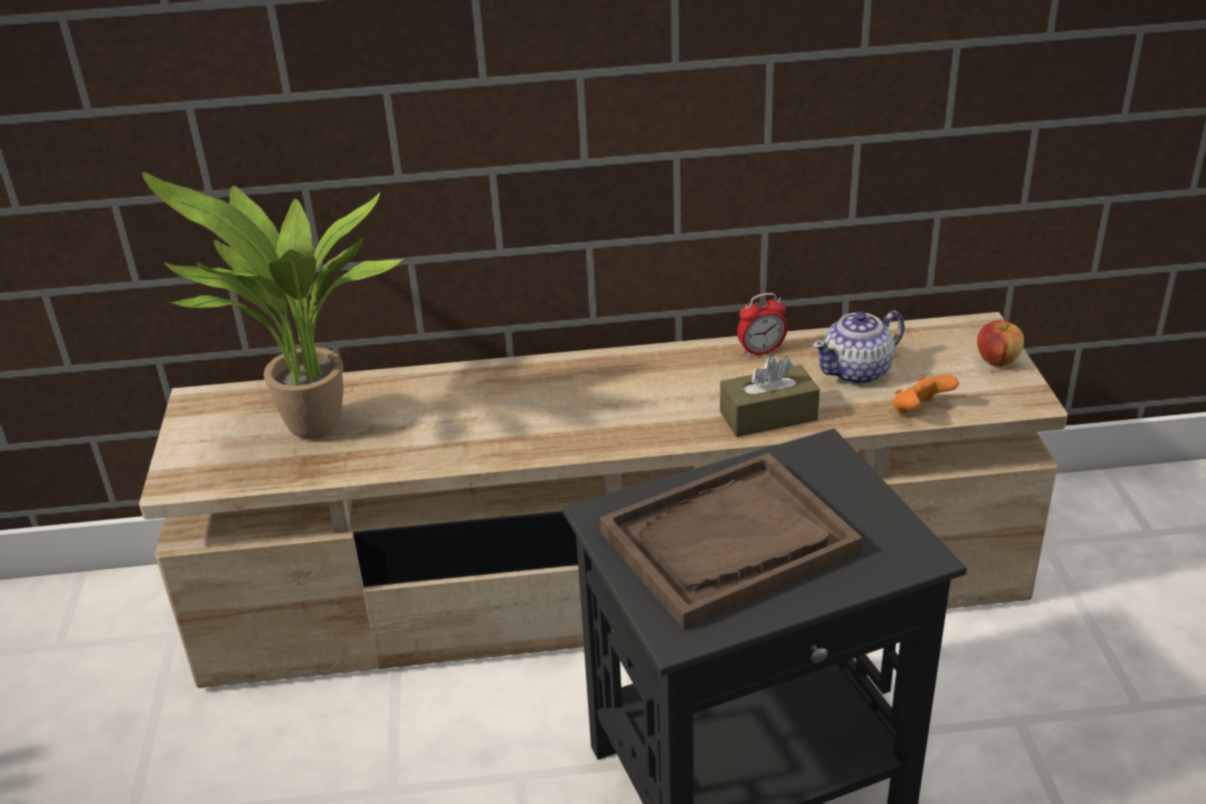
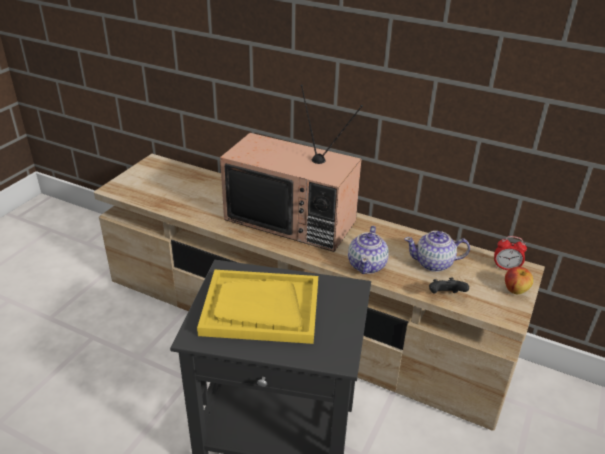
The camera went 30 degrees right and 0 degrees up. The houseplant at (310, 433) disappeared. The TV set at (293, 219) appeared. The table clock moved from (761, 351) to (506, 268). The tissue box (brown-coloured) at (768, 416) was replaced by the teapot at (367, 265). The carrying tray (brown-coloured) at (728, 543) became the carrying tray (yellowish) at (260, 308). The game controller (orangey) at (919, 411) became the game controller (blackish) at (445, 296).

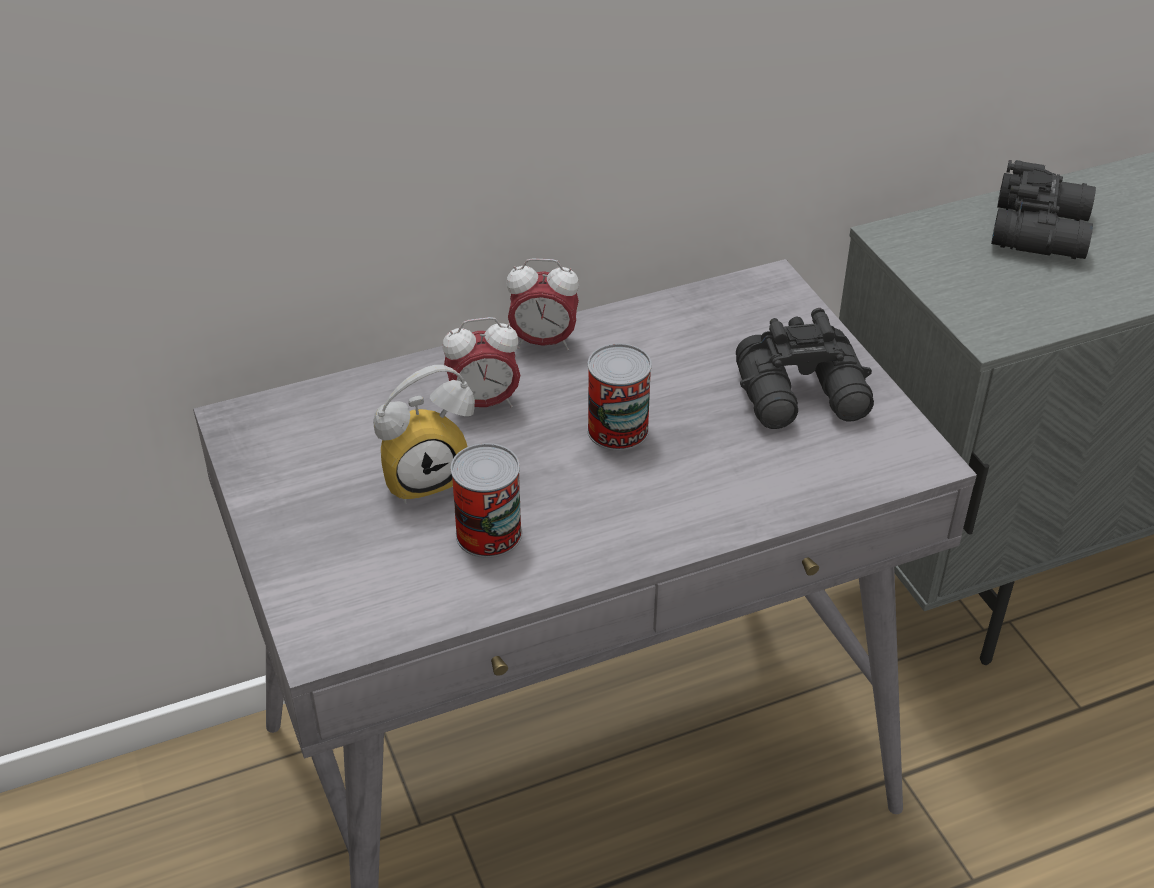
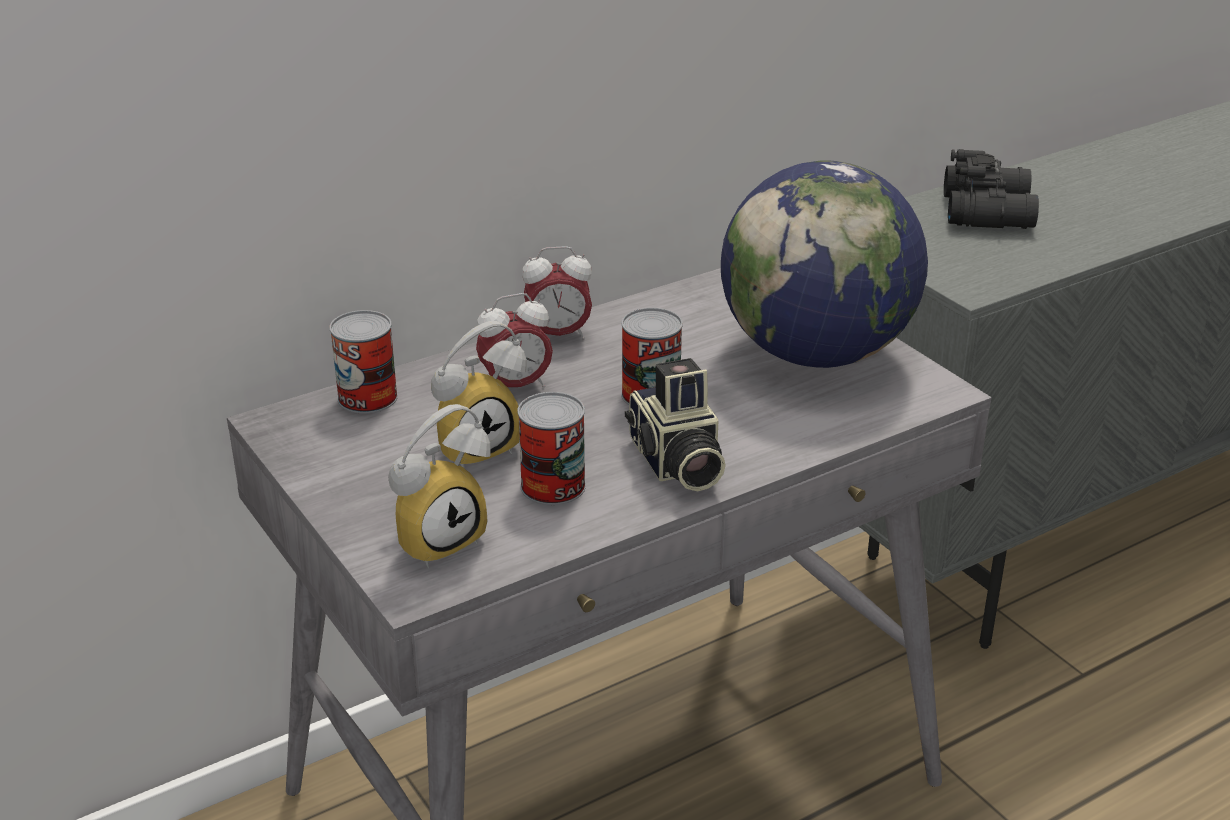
The camera went 10 degrees left and 10 degrees down. The sealed can at (367, 397) appeared. The table clock at (438, 538) appeared. The still camera at (675, 464) appeared. The pair of binoculars (blackish) at (804, 396) was replaced by the globe at (816, 353).

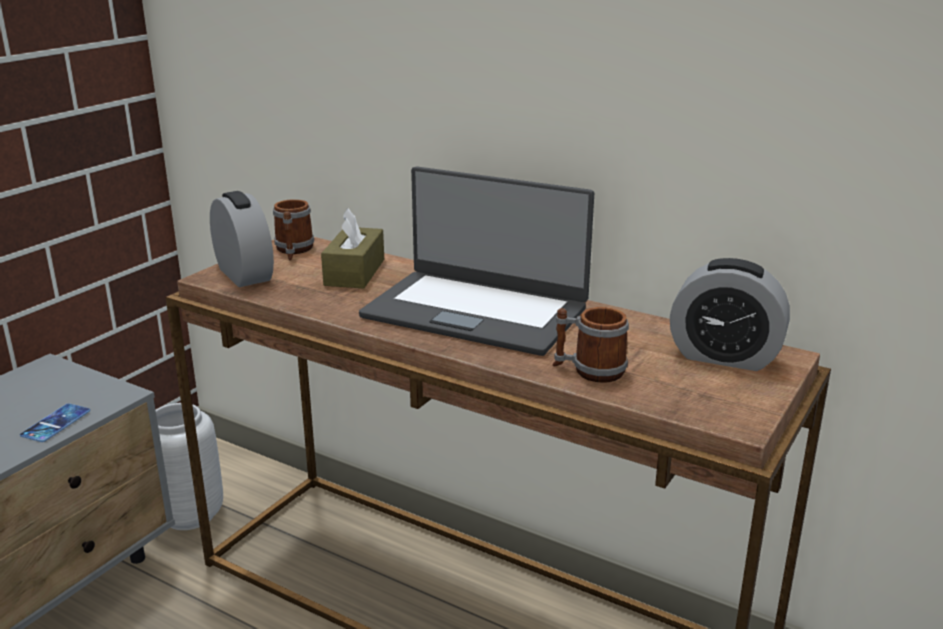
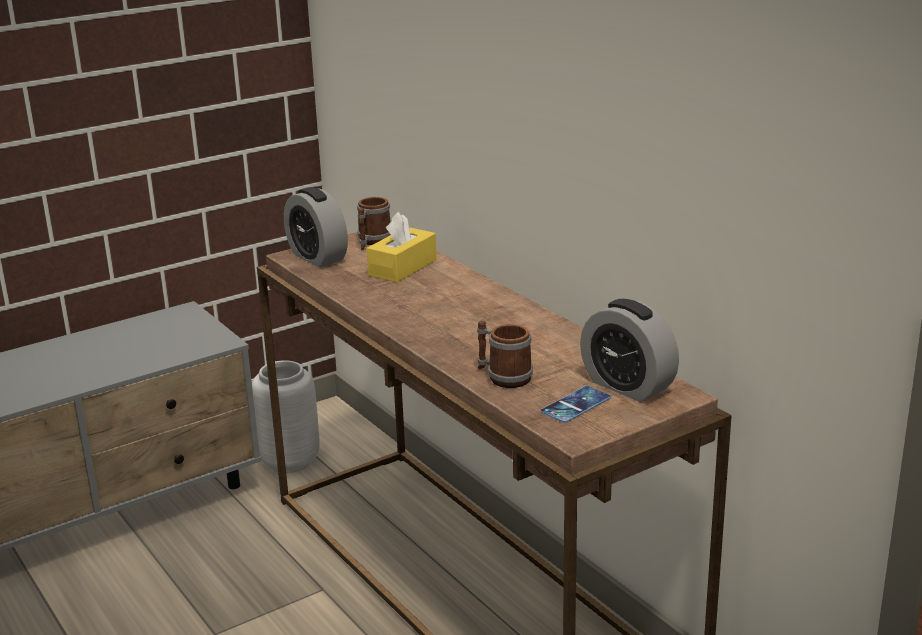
The camera went 25 degrees right and 0 degrees up. The laptop at (476, 311) disappeared. The phone moved from (56, 423) to (576, 405). The tissue box (brown-coloured) at (354, 272) became the tissue box (yellowish) at (402, 268). The table clock at (244, 274) turned 150 degrees clockwise.

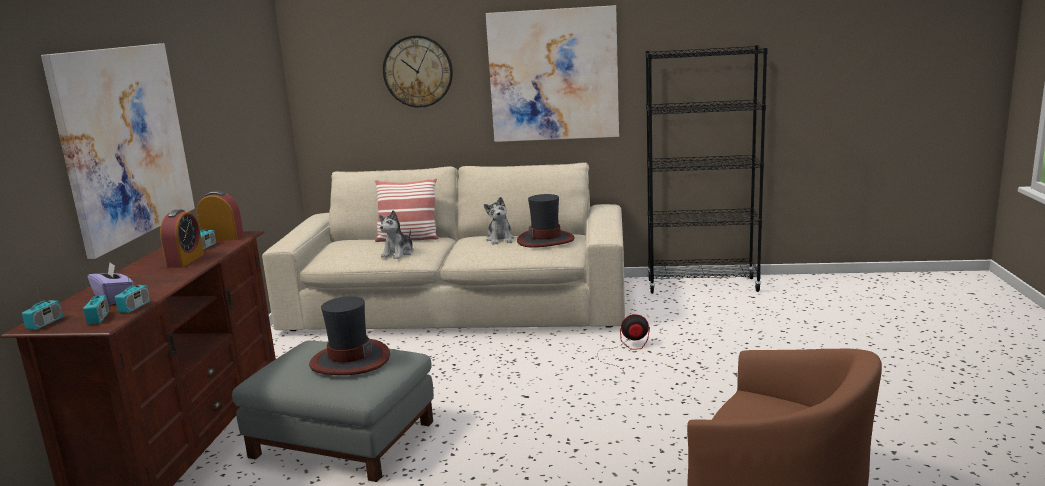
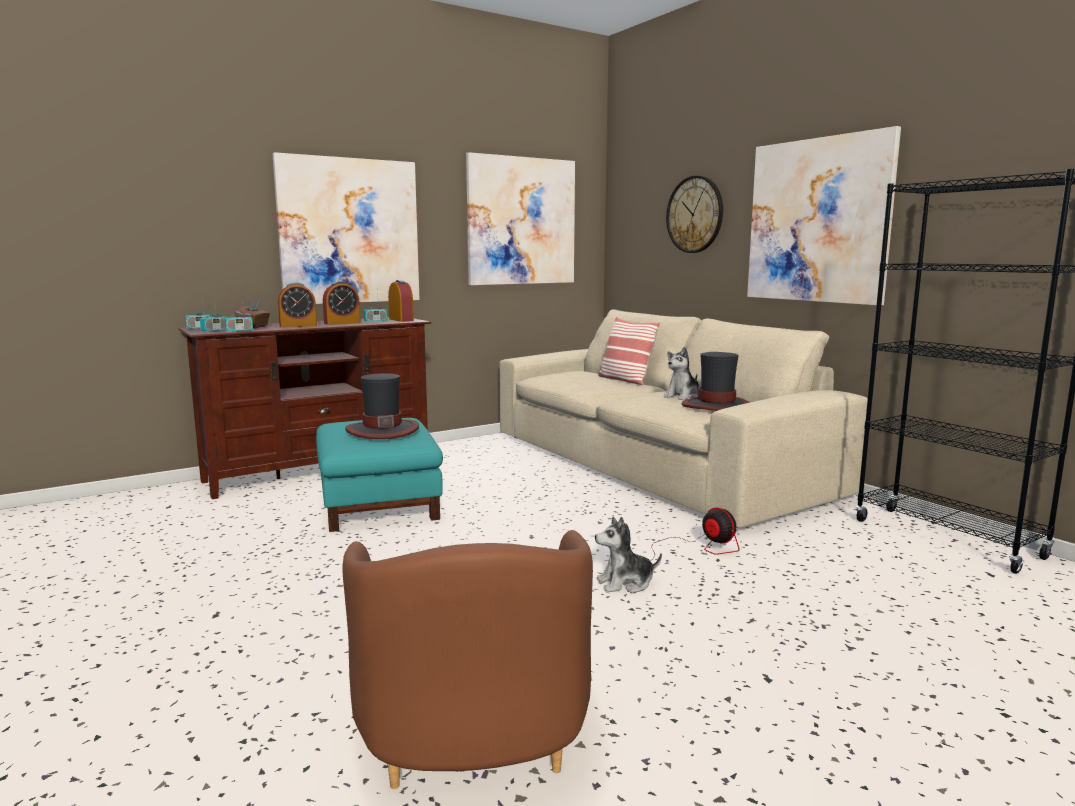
The camera went 50 degrees right and 5 degrees down. The table clock at (298, 326) appeared. The wall picture at (521, 221) appeared. The soft toy moved from (398, 253) to (625, 583). The tissue box (purplish) at (114, 298) became the tissue box (brown-coloured) at (254, 327). The pouffe (greyish) at (344, 439) became the pouffe (turquoise-coloured) at (379, 502).

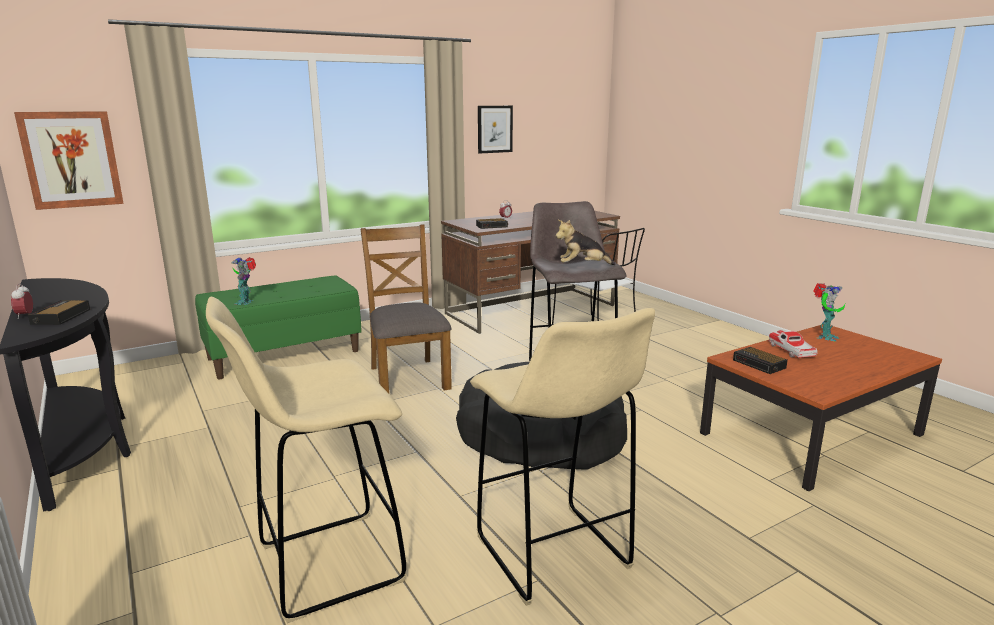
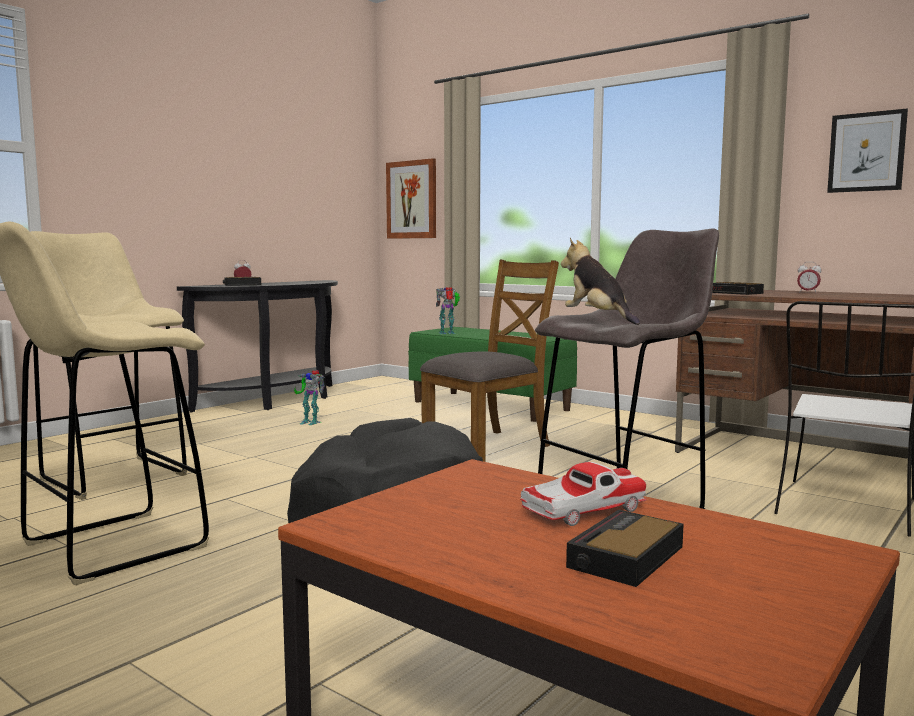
The camera went 70 degrees right and 10 degrees down. The table clock moved from (760, 364) to (624, 558). The toy robot moved from (824, 337) to (310, 422).

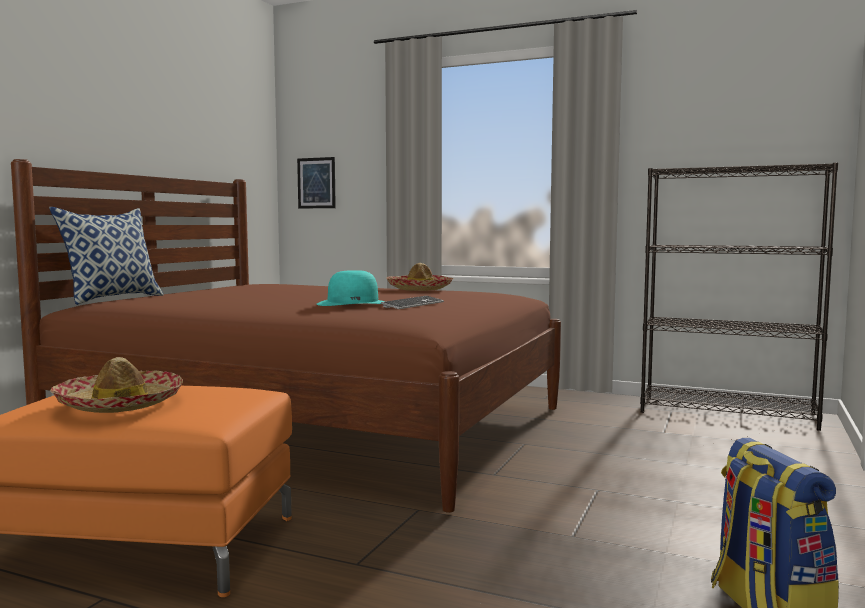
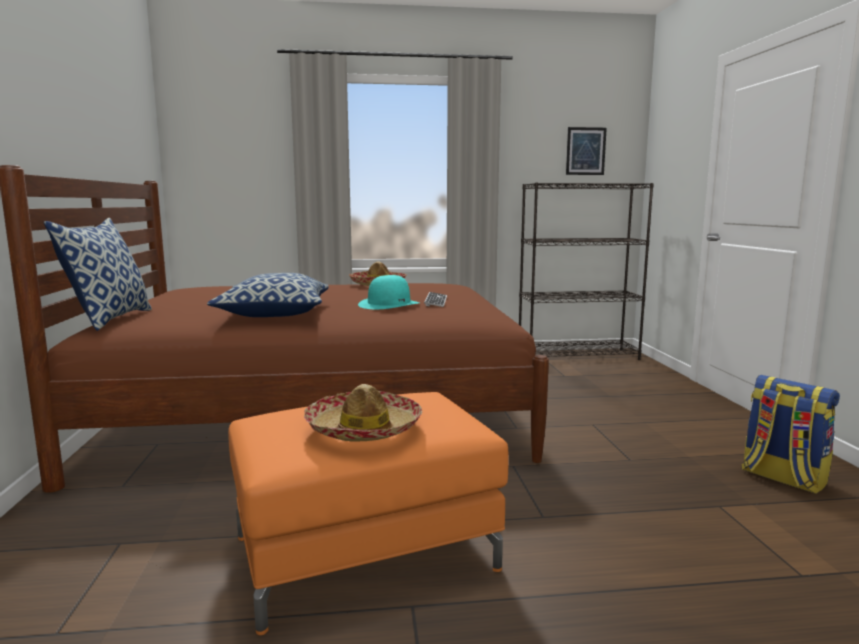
The camera went 30 degrees left and 5 degrees up. The cushion at (274, 313) appeared. The wall picture moved from (316, 183) to (585, 151).

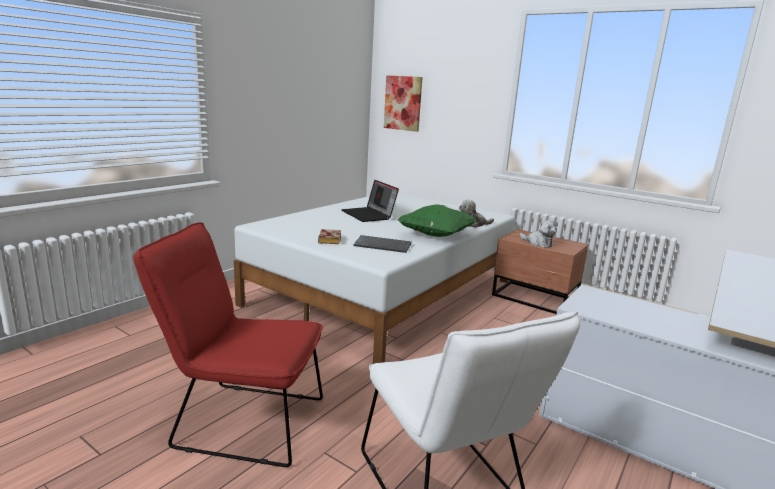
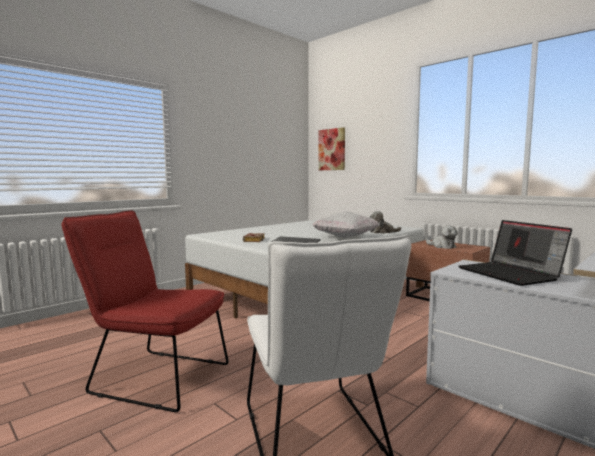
The camera went 10 degrees right and 10 degrees down. The laptop moved from (369, 215) to (511, 274). The cushion (green-coloured) at (435, 235) became the cushion (white) at (345, 237).

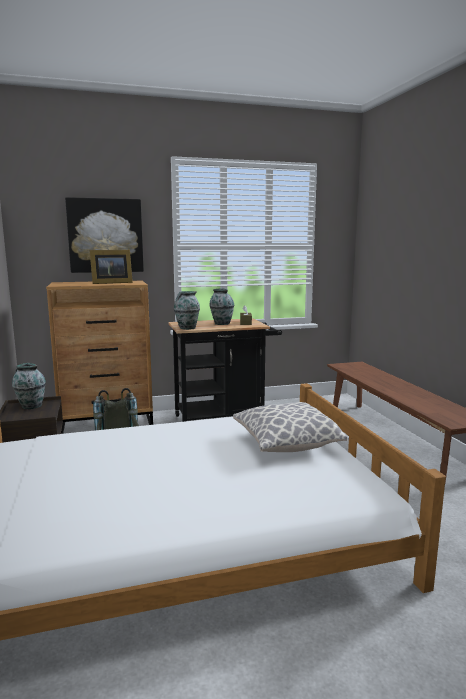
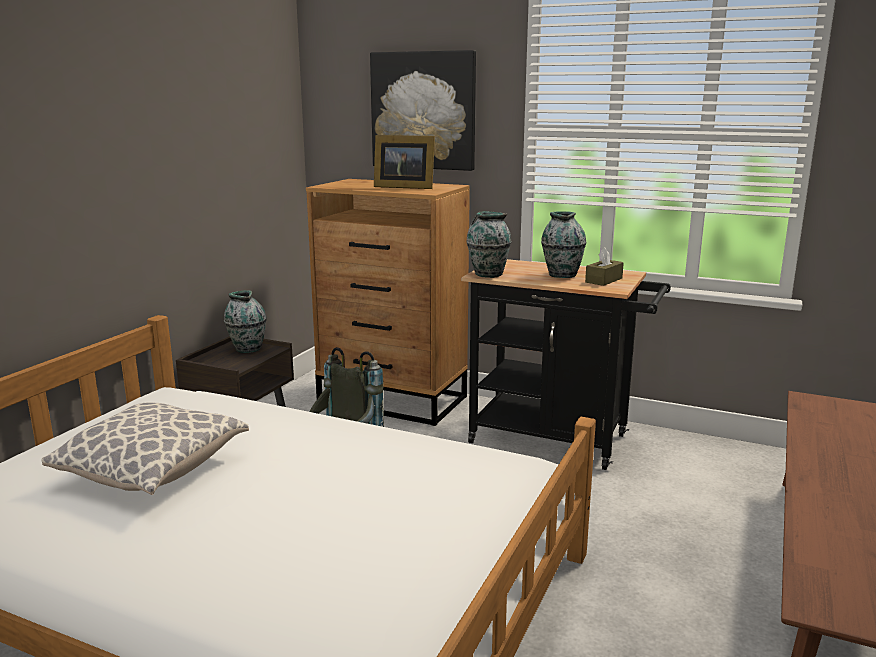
The camera went 40 degrees right and 5 degrees up. The cushion moved from (286, 444) to (153, 471).

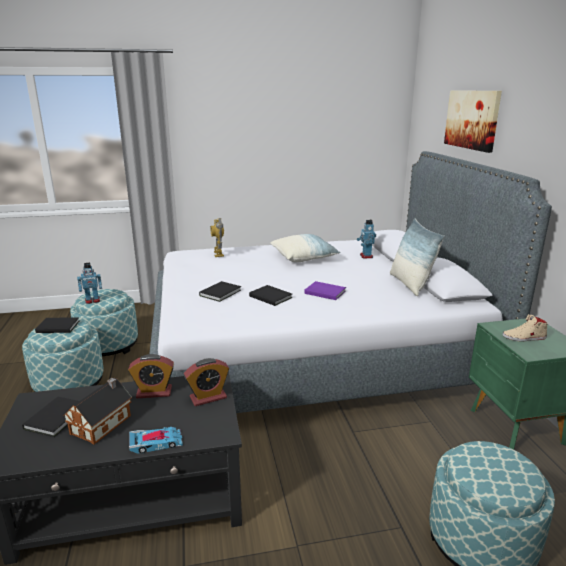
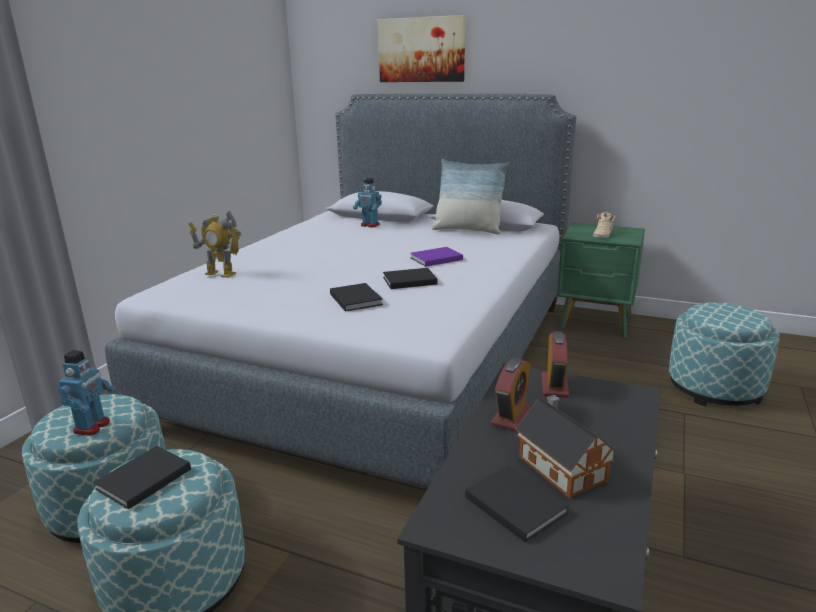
The camera went 55 degrees left and 0 degrees up. The miniature car at (156, 443) disappeared. The cushion at (304, 257) disappeared.

